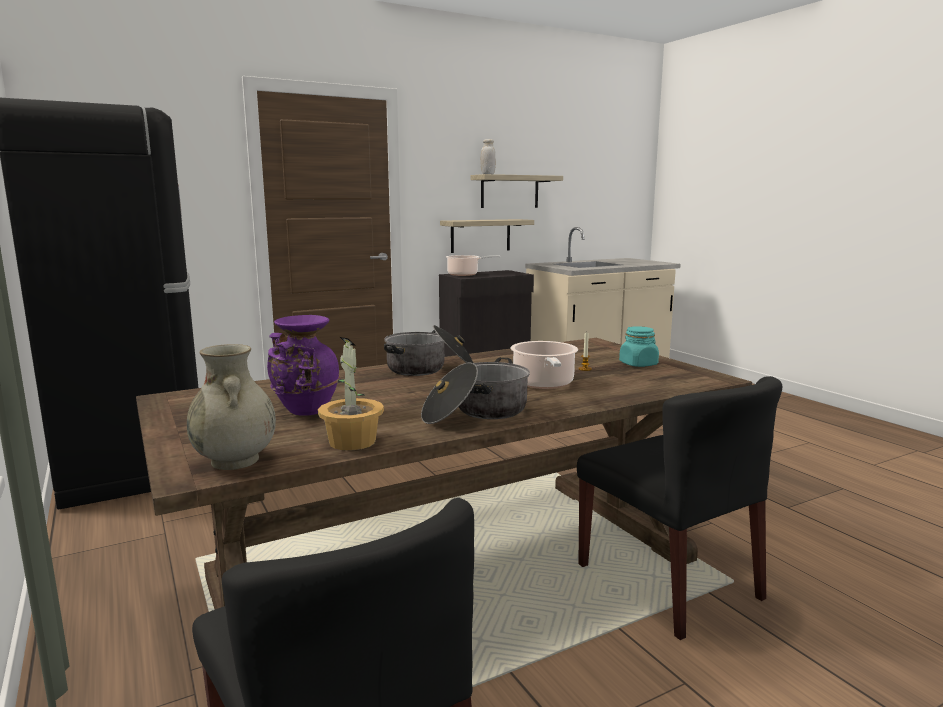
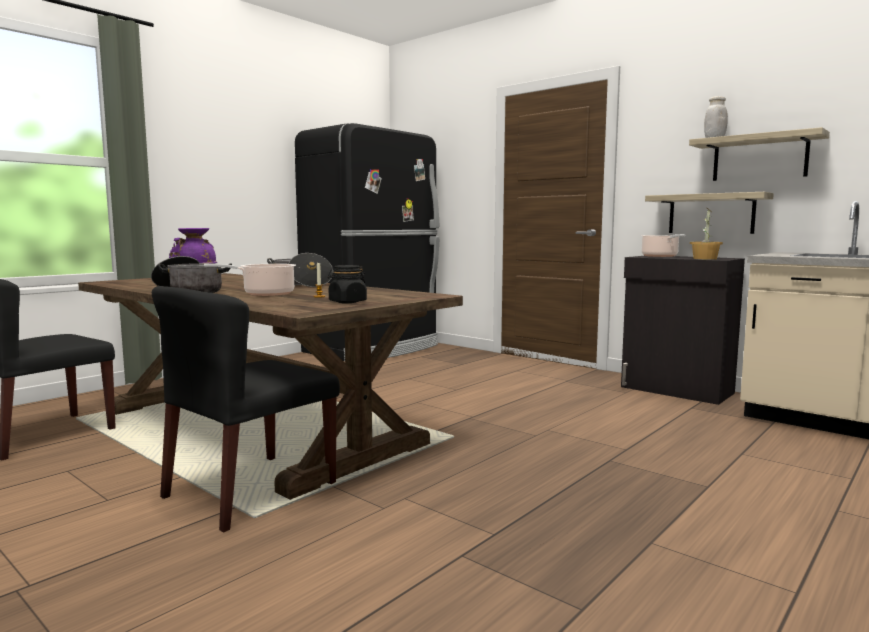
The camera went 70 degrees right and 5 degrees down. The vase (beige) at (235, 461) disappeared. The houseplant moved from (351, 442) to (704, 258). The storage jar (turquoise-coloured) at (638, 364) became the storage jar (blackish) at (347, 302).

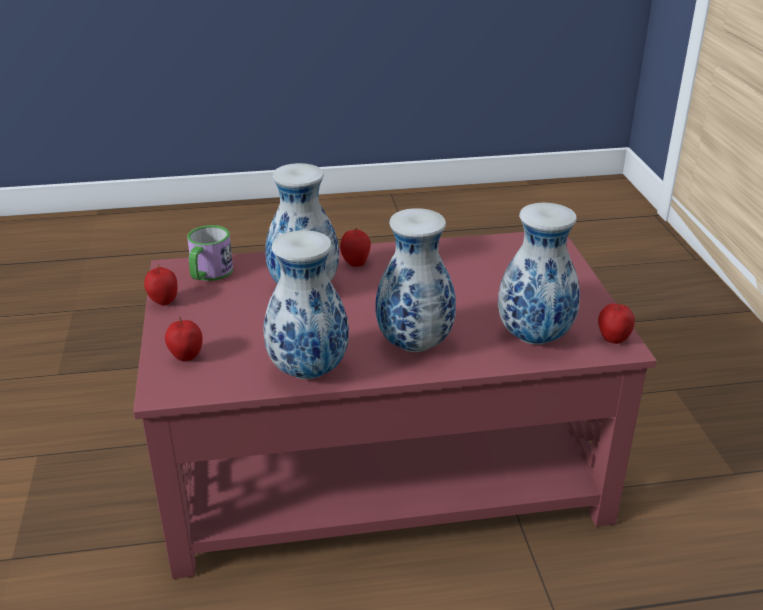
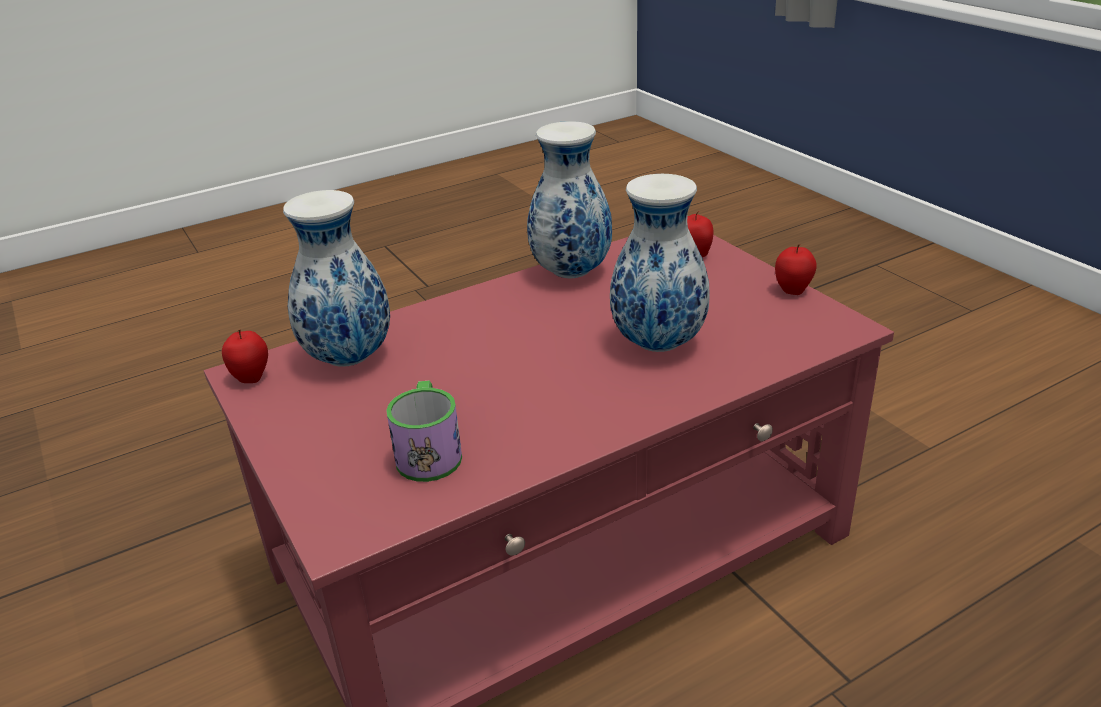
The camera went 160 degrees right and 0 degrees up. The apple fruit at (355, 263) disappeared. The vase at (412, 344) disappeared. The tea mug moved from (208, 274) to (429, 451).

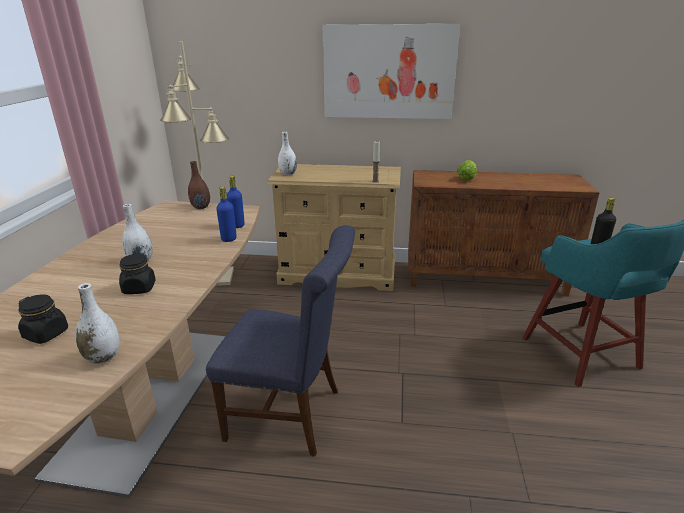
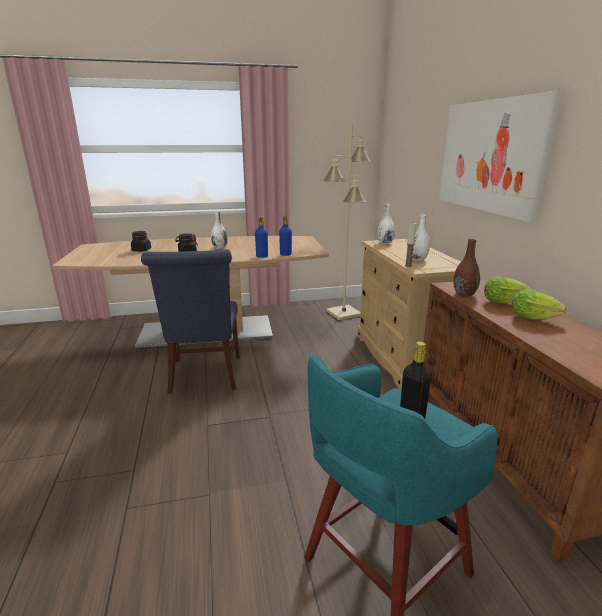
The camera went 70 degrees right and 5 degrees down. The lettuce head at (535, 319) appeared. The vase (white) moved from (103, 357) to (417, 259). The vase (brown-coloured) moved from (201, 207) to (464, 294).

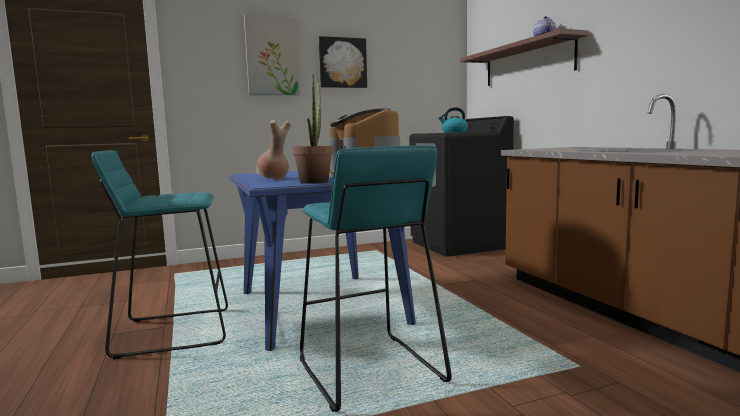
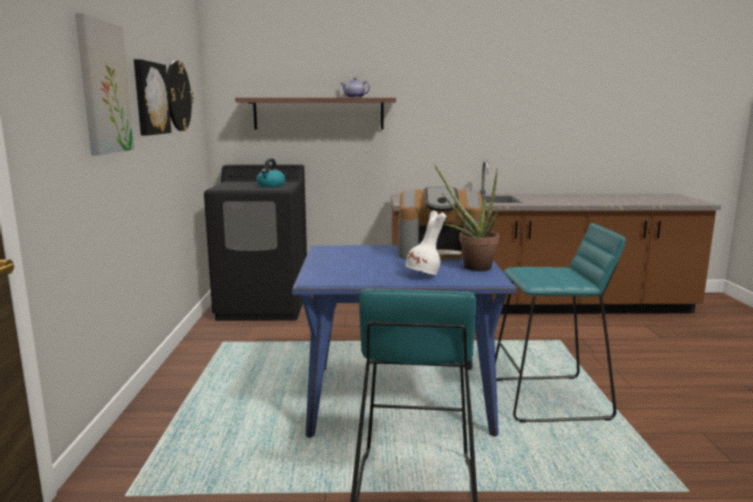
The camera went 70 degrees left and 5 degrees up. The clock on the wall at (178, 96) appeared. The vase (brown-coloured) at (273, 179) became the vase (white) at (424, 275).

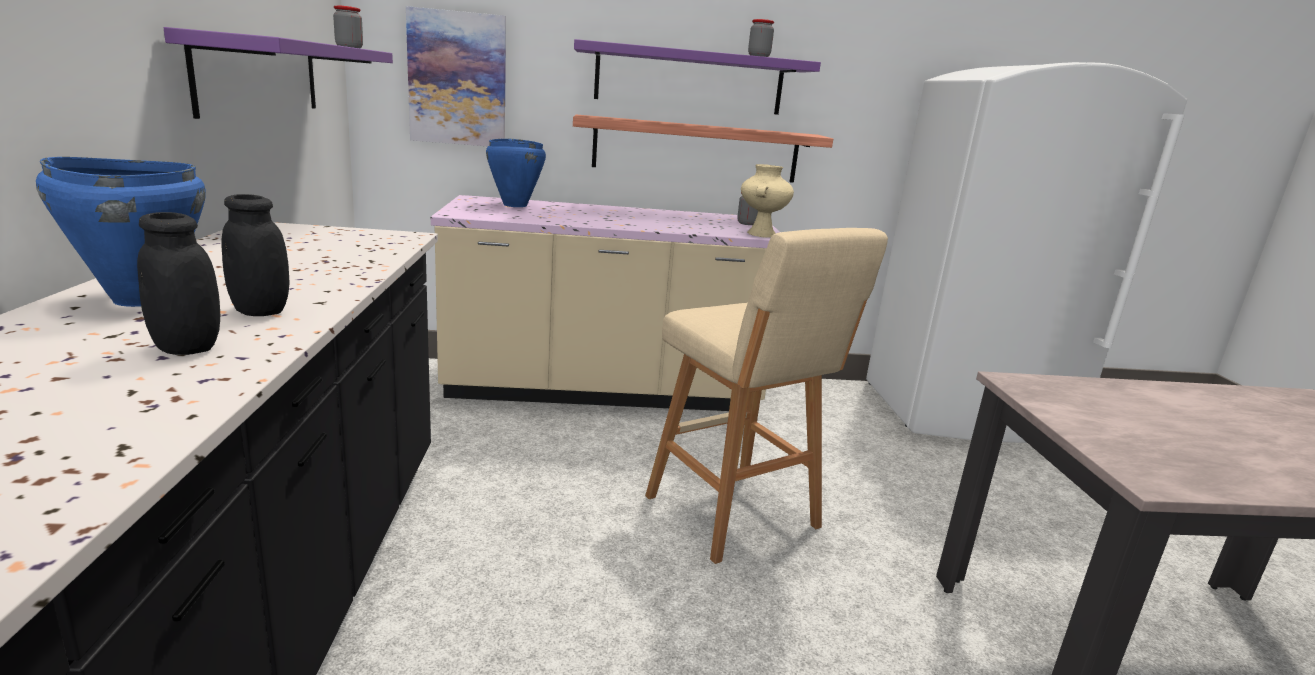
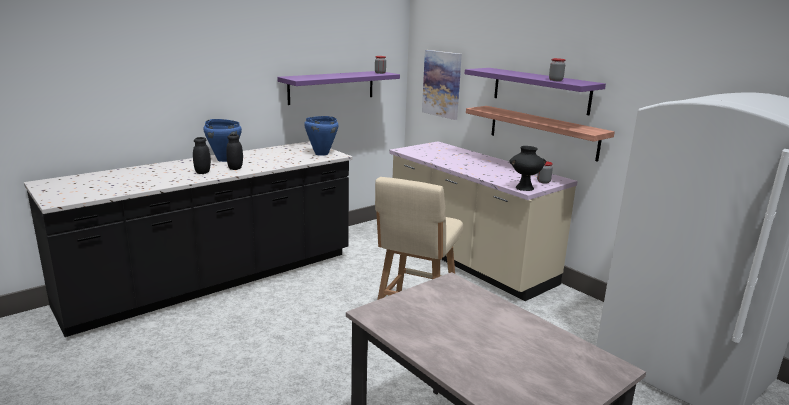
The camera went 55 degrees right and 0 degrees up. The saucepot (blue) moved from (514, 205) to (321, 153). The vase (beige) at (761, 234) became the vase (blackish) at (524, 188).

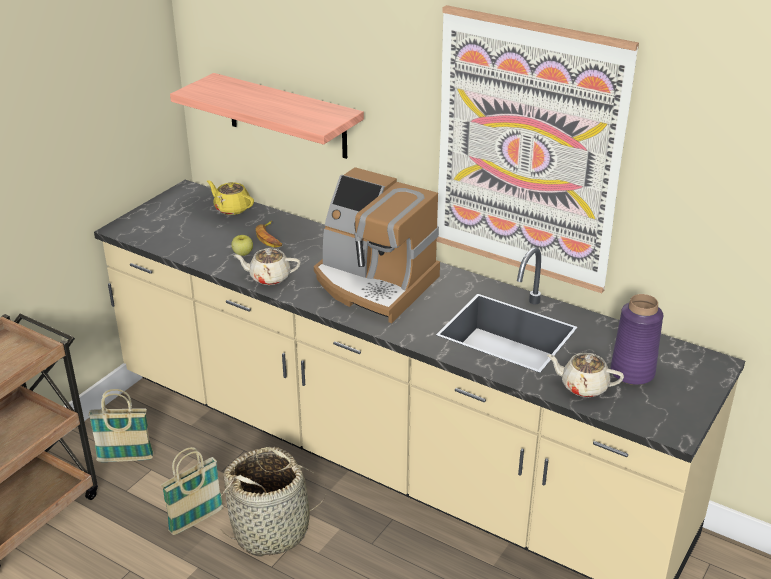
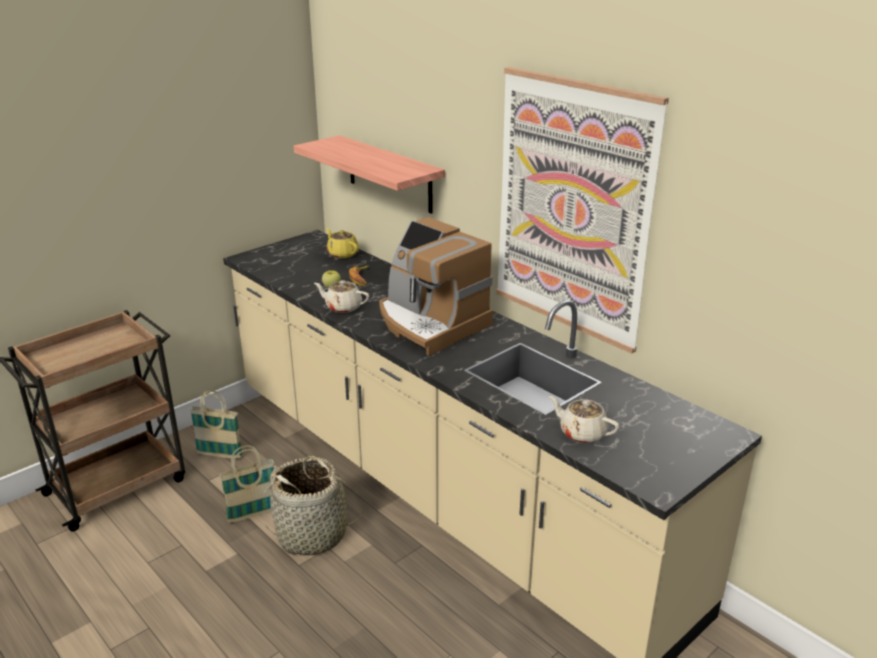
The camera went 15 degrees right and 5 degrees down. The vase (purplish) at (632, 372) disappeared.

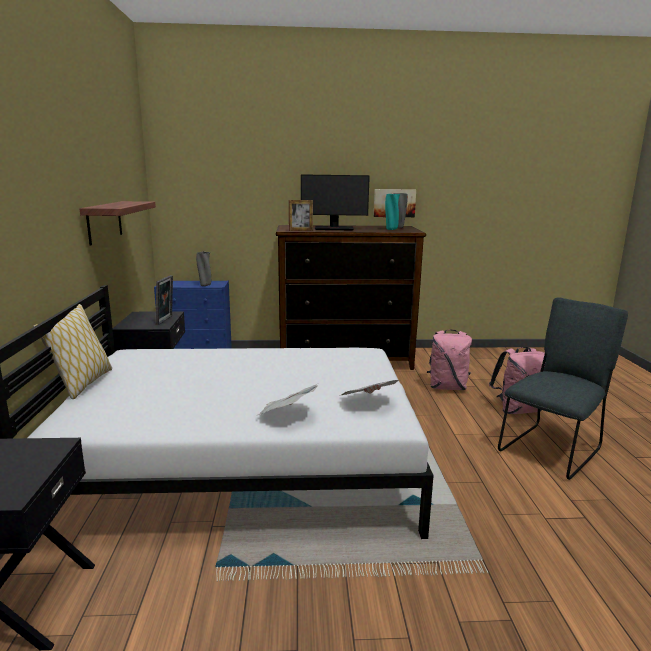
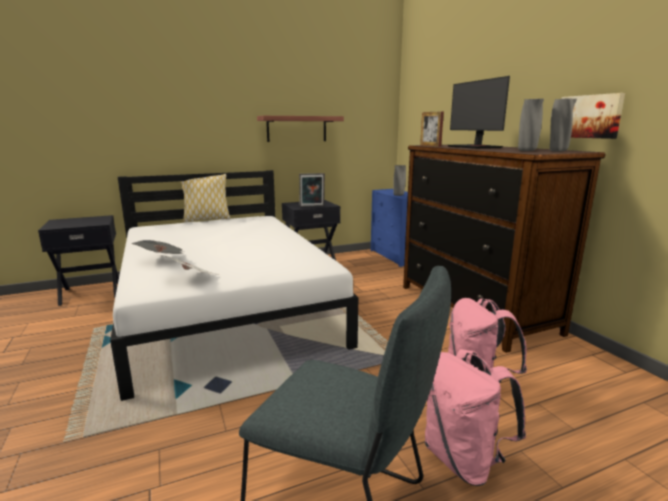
The camera went 70 degrees right and 0 degrees up. The vase (turquoise-coloured) at (391, 229) became the vase (greyish) at (527, 151).

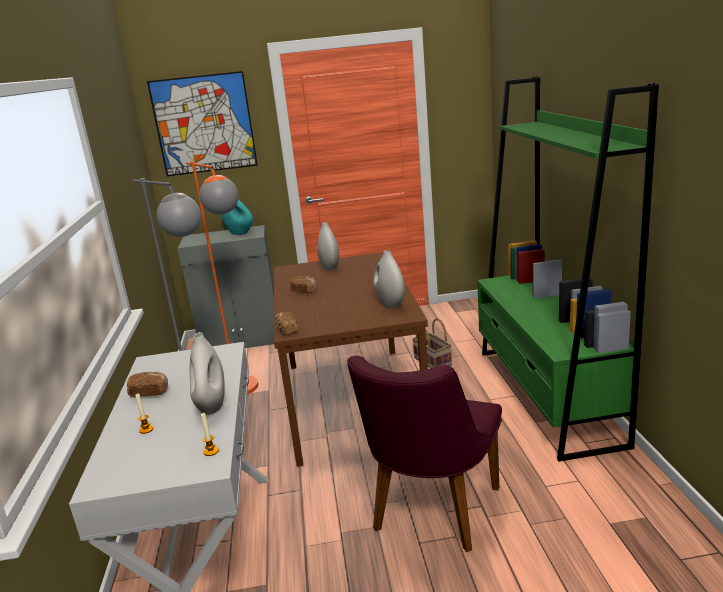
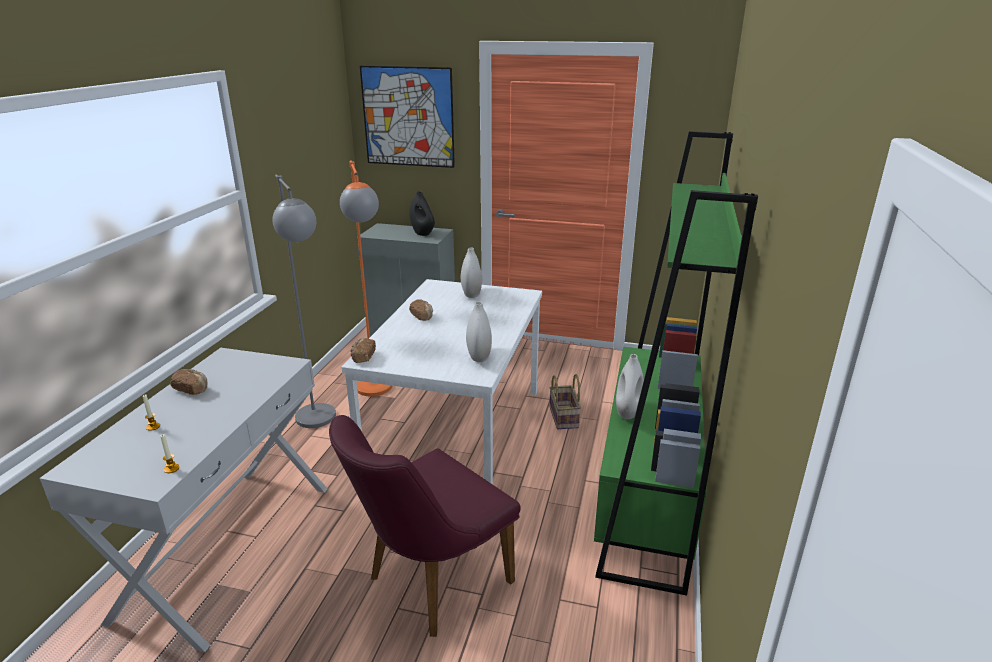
The camera went 20 degrees right and 5 degrees up. The vase (white) moved from (212, 406) to (627, 412). The vase (turquoise-coloured) at (239, 233) became the vase (blackish) at (422, 233). The kitchen table (brown-coloured) at (351, 400) became the kitchen table (white) at (456, 433).

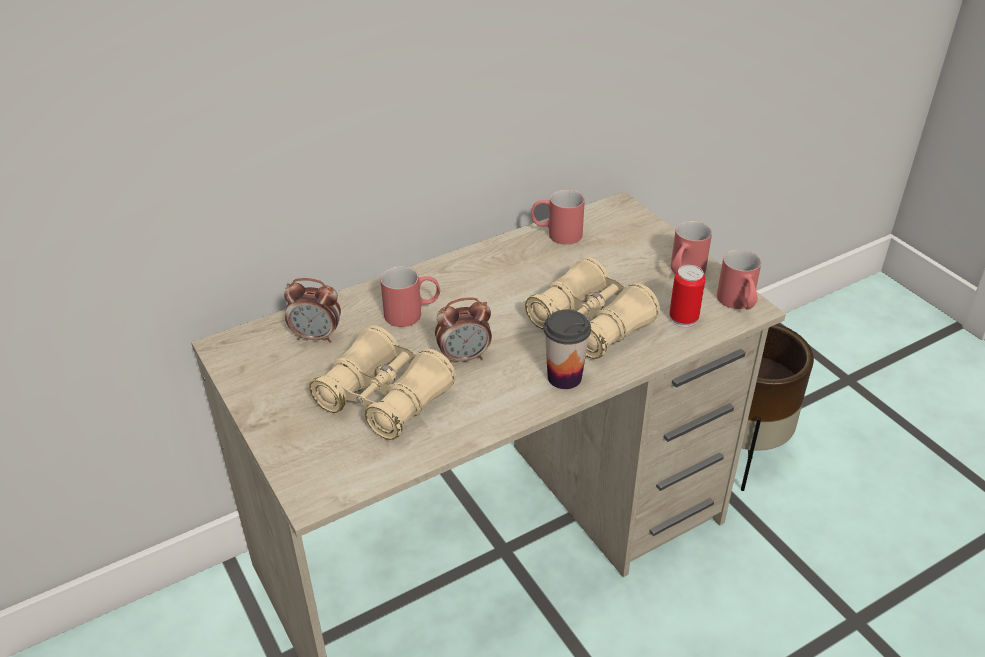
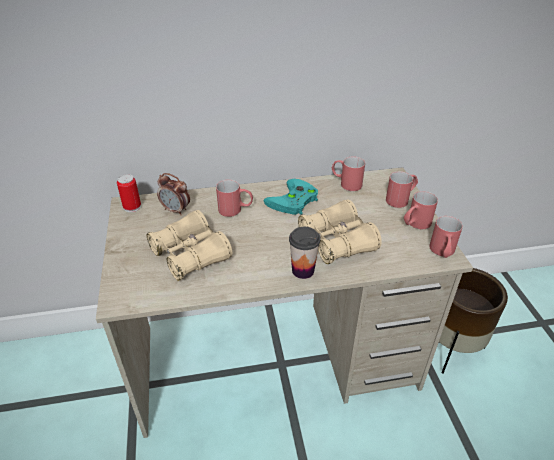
The camera went 20 degrees right and 0 degrees up. The table clock at (464, 357) disappeared. The game controller (turquoise-coloured) at (293, 201) appeared. The tea mug (red) at (401, 199) appeared. The sealed can moved from (683, 318) to (132, 207).

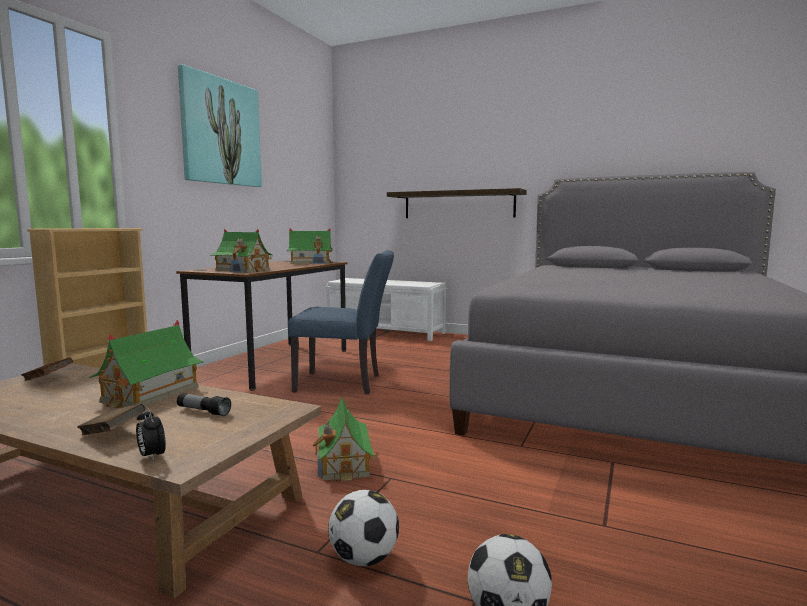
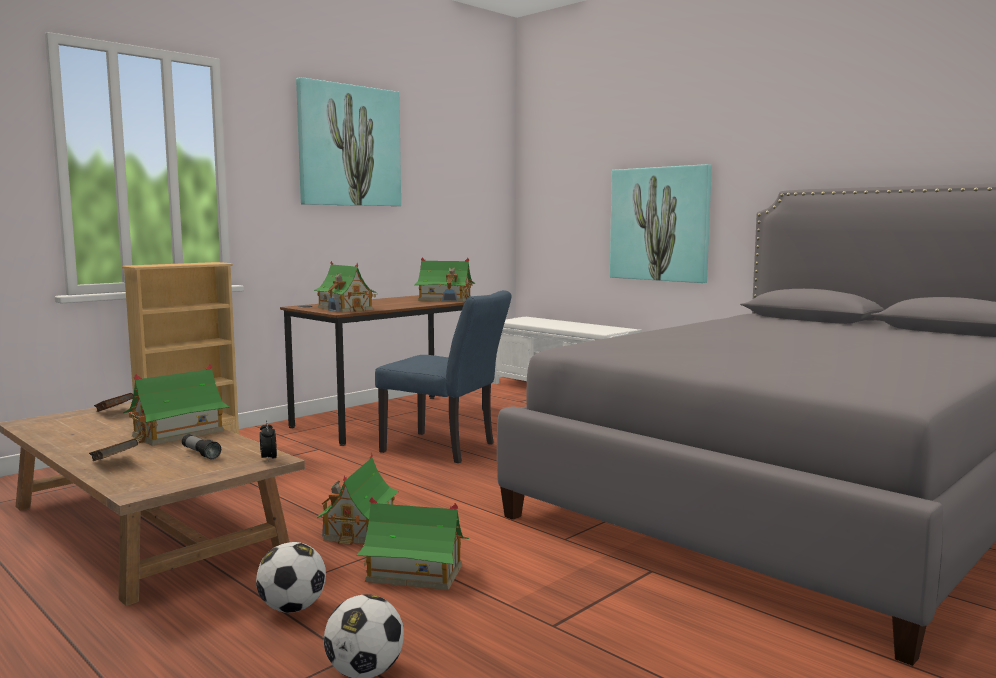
The camera went 20 degrees right and 0 degrees up. The miniature house at (413, 573) appeared. The table clock moved from (151, 456) to (268, 459). The bracket shelf at (458, 204) was replaced by the wall picture at (660, 224).

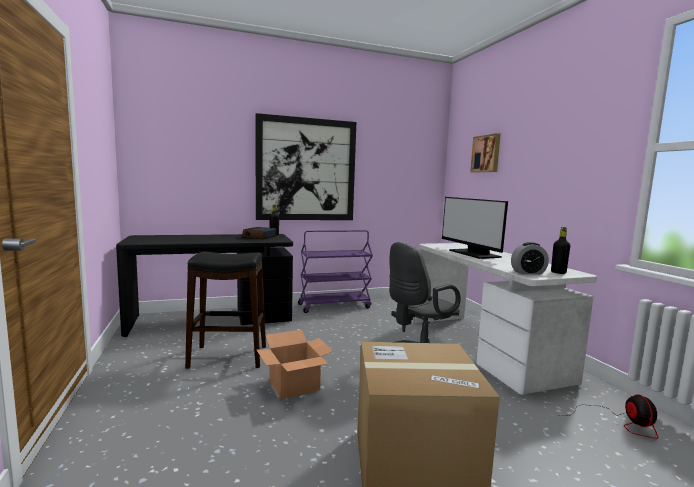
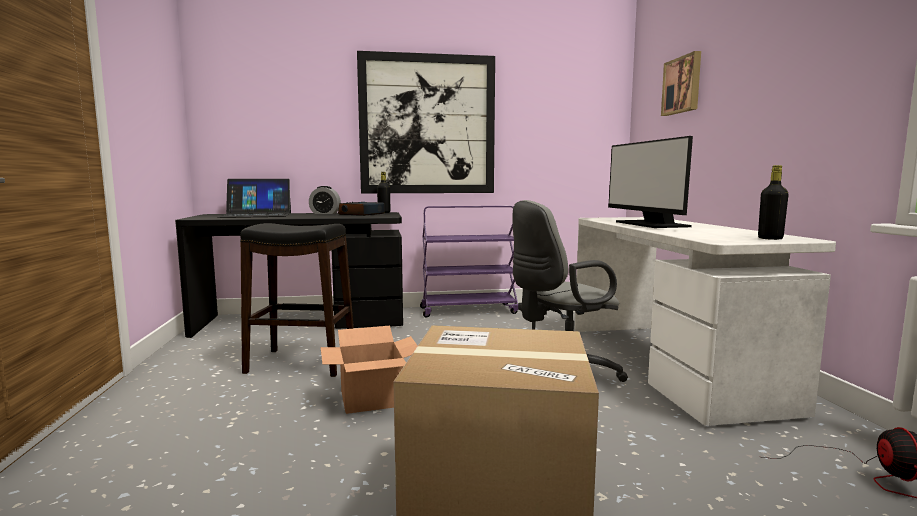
The camera went 10 degrees right and 0 degrees up. The laptop at (256, 215) appeared. The table clock moved from (528, 272) to (325, 213).

